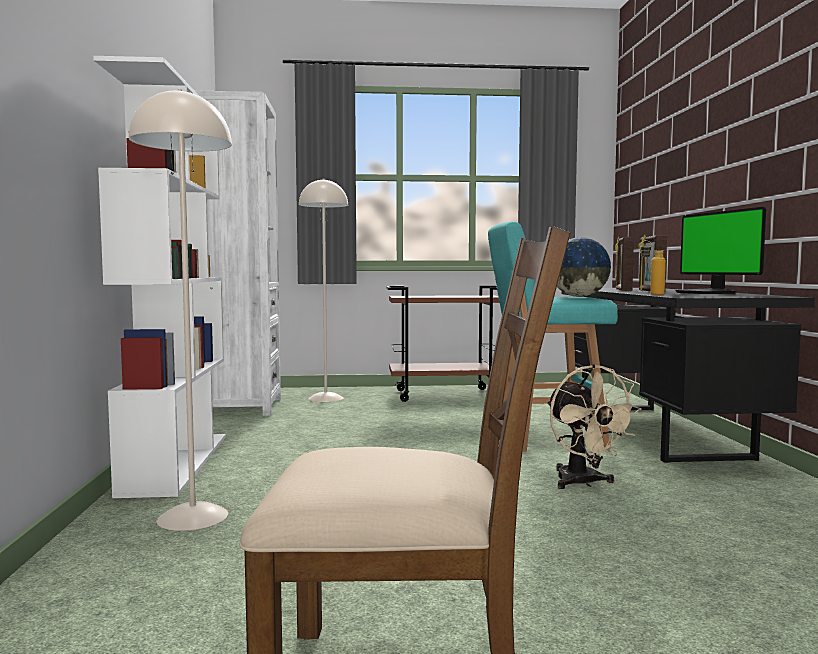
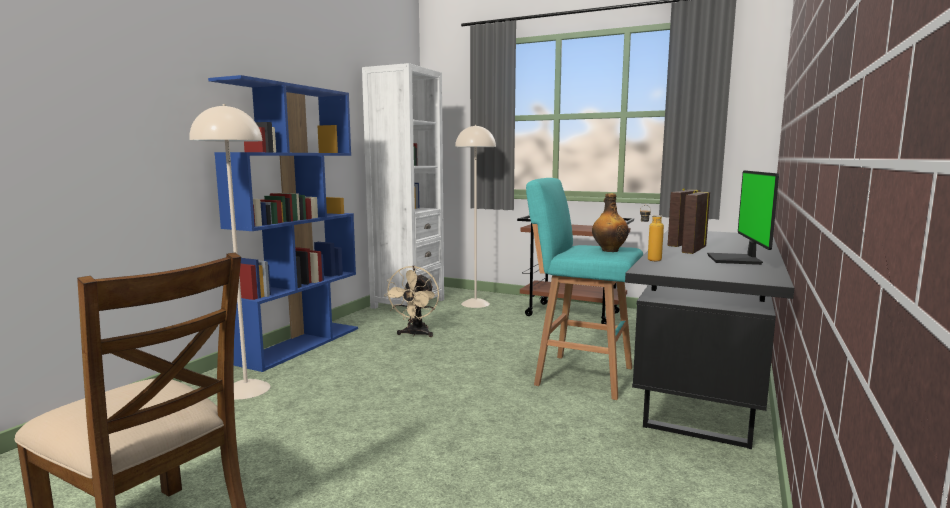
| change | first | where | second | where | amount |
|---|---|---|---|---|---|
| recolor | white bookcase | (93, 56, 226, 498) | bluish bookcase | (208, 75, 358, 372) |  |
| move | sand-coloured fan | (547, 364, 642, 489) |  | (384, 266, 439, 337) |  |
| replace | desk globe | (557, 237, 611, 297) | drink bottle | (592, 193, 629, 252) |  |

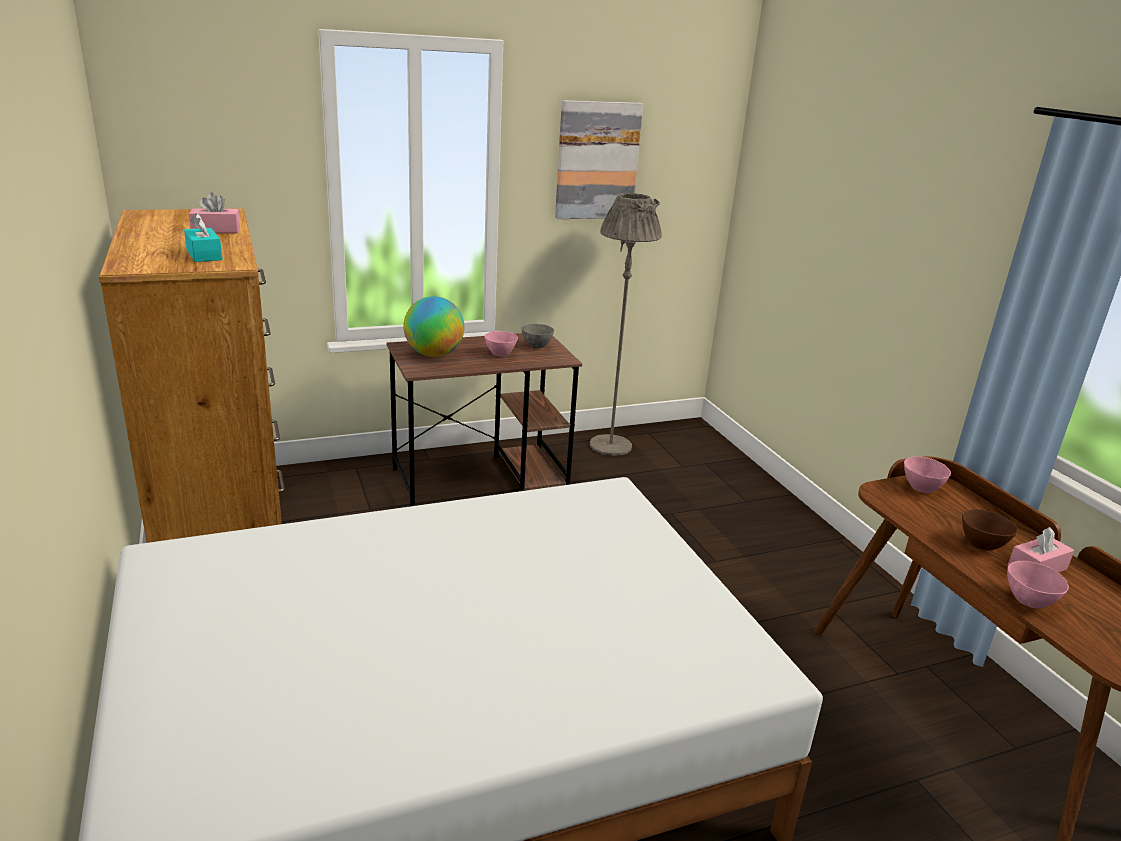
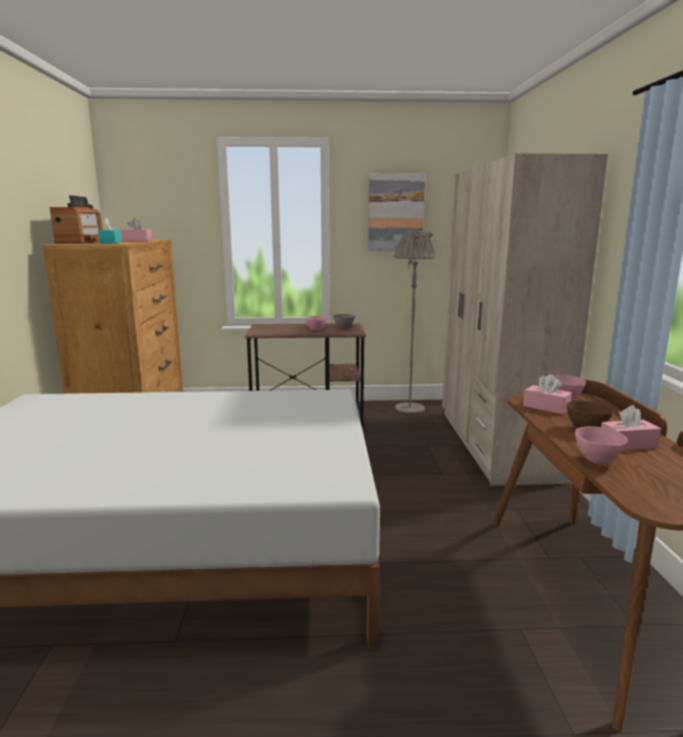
| change | first | where | second | where | amount |
|---|---|---|---|---|---|
| delete | desk globe | (404, 296, 464, 357) |  |  |  |
| insert |  |  | radio | (50, 195, 103, 244) |  |
| insert |  |  | sand-coloured armoire | (442, 153, 608, 486) |  |
| insert |  |  | pink box of tissues | (523, 374, 572, 414) |  |

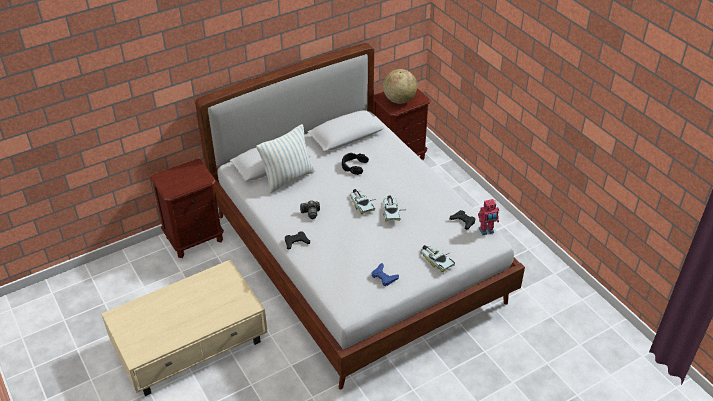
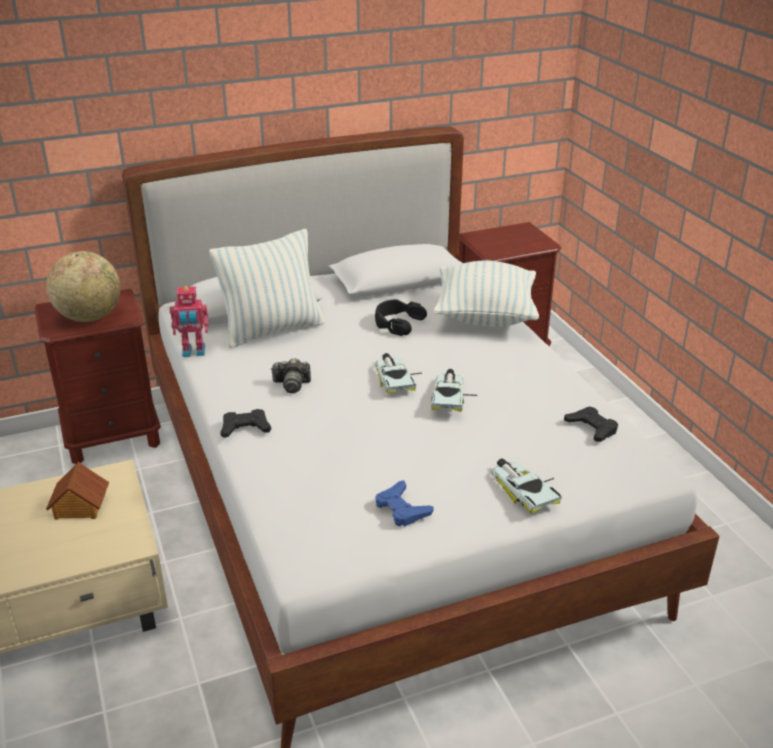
| change | first | where | second | where | amount |
|---|---|---|---|---|---|
| move | desk globe | (383, 69, 417, 104) |  | (46, 251, 120, 322) |  |
| move | toy robot | (478, 199, 499, 235) |  | (170, 286, 209, 357) |  |
| insert |  |  | model house | (46, 462, 109, 520) |  |
| insert |  |  | throw pillow | (433, 261, 539, 327) |  |

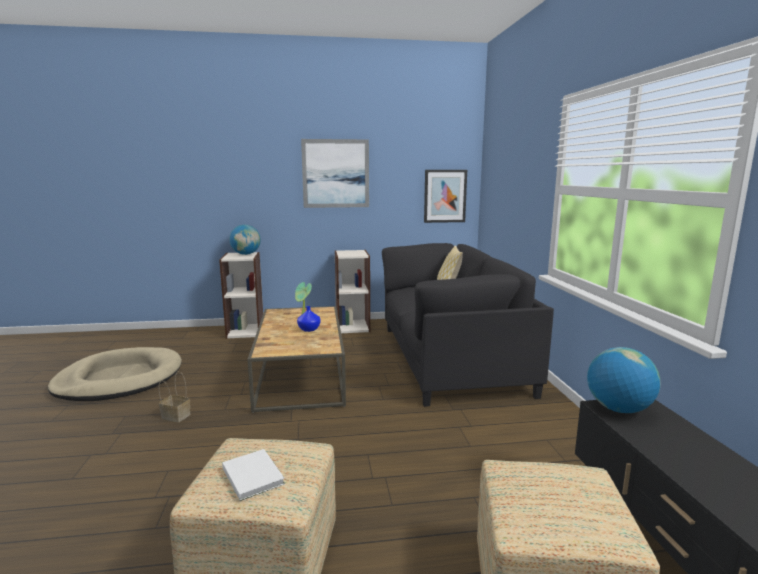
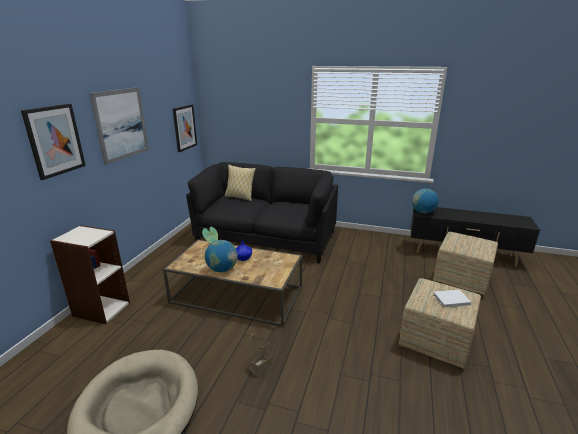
| change | first | where | second | where | amount |
|---|---|---|---|---|---|
| move | desk globe | (229, 225, 261, 255) |  | (205, 240, 238, 272) |  |
| delete | bookcase | (335, 250, 370, 333) |  |  |  |
| insert |  |  | wall art | (21, 104, 86, 180) |  |

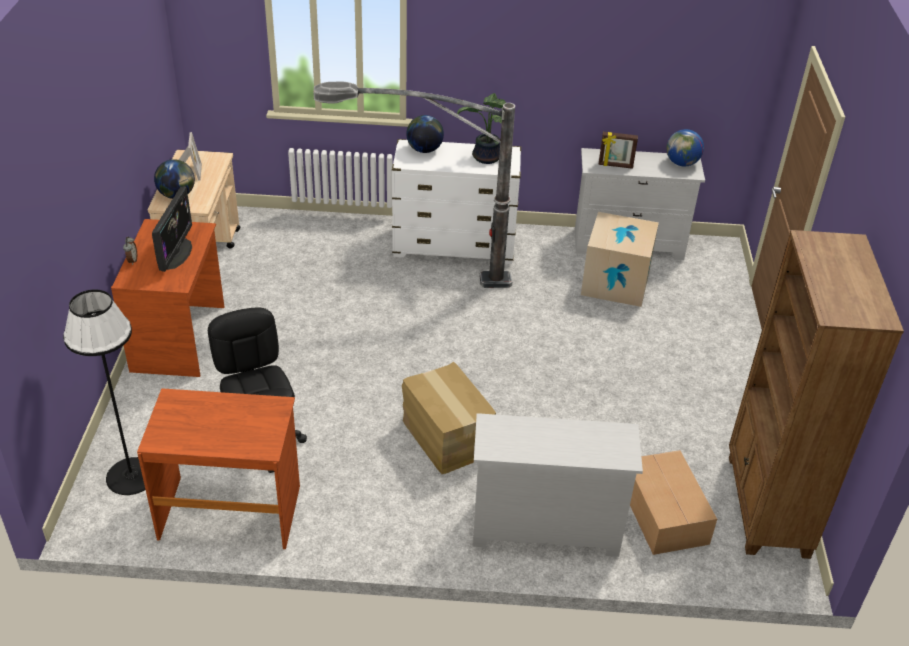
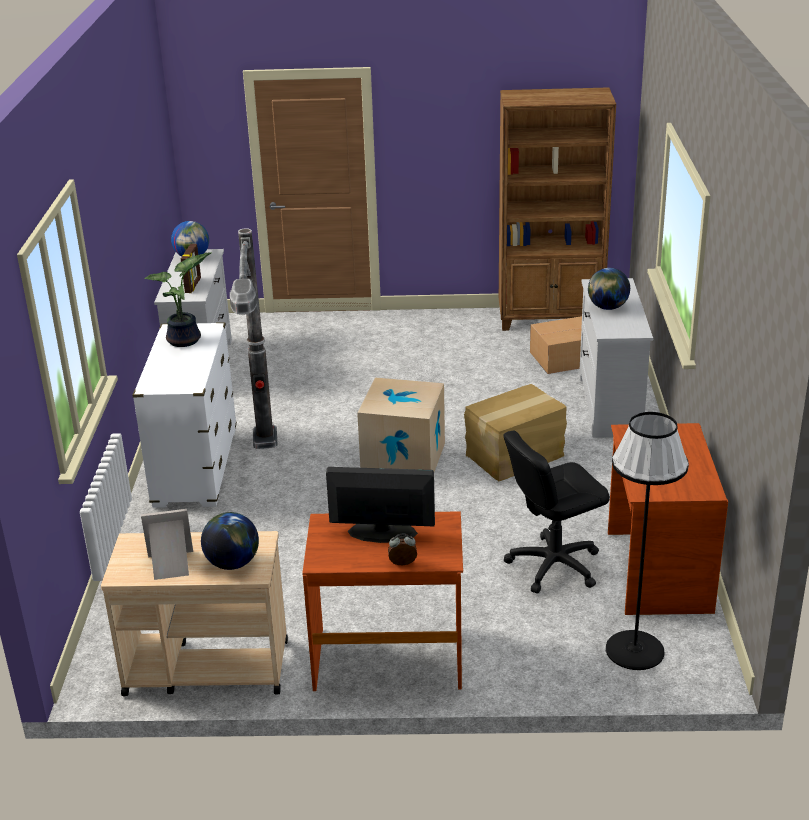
| change | first | where | second | where | amount |
|---|---|---|---|---|---|
| move | desk globe | (406, 115, 444, 153) |  | (588, 268, 630, 310) |  |
| move | carton | (581, 212, 659, 307) |  | (357, 378, 445, 472) |  |

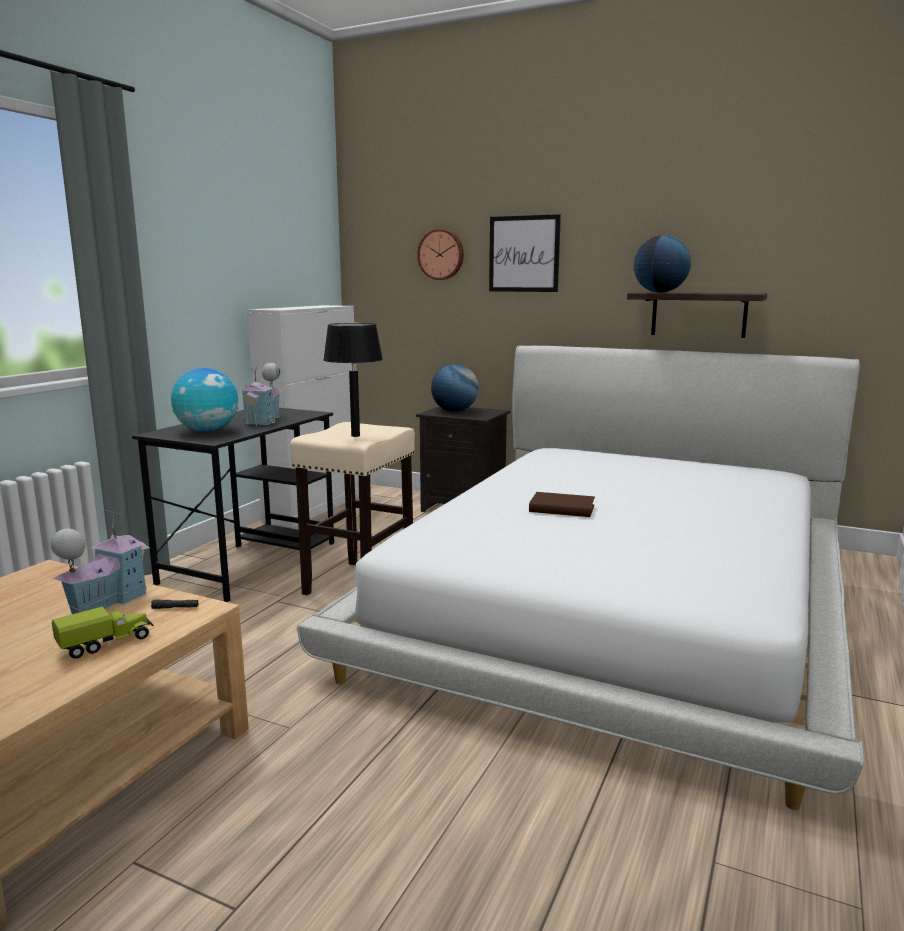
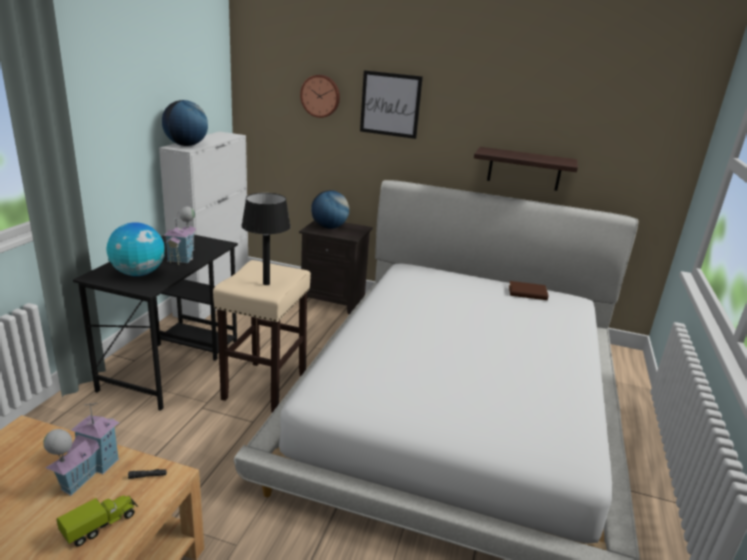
| change | first | where | second | where | amount |
|---|---|---|---|---|---|
| move | brown-coloured book | (529, 492, 595, 517) |  | (509, 281, 549, 300) |  |
| move | desk globe | (634, 235, 691, 293) |  | (162, 100, 208, 146) |  |

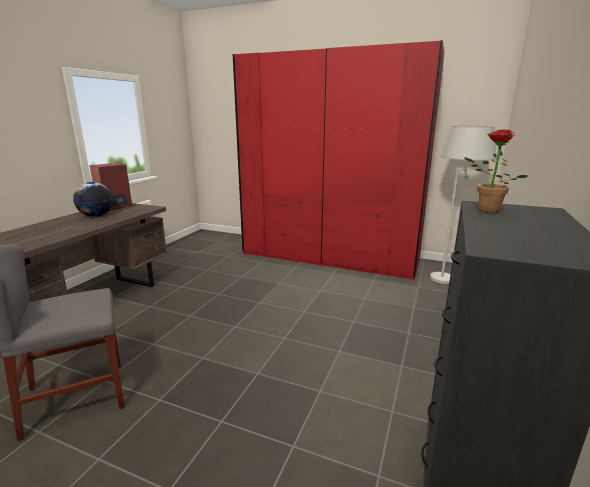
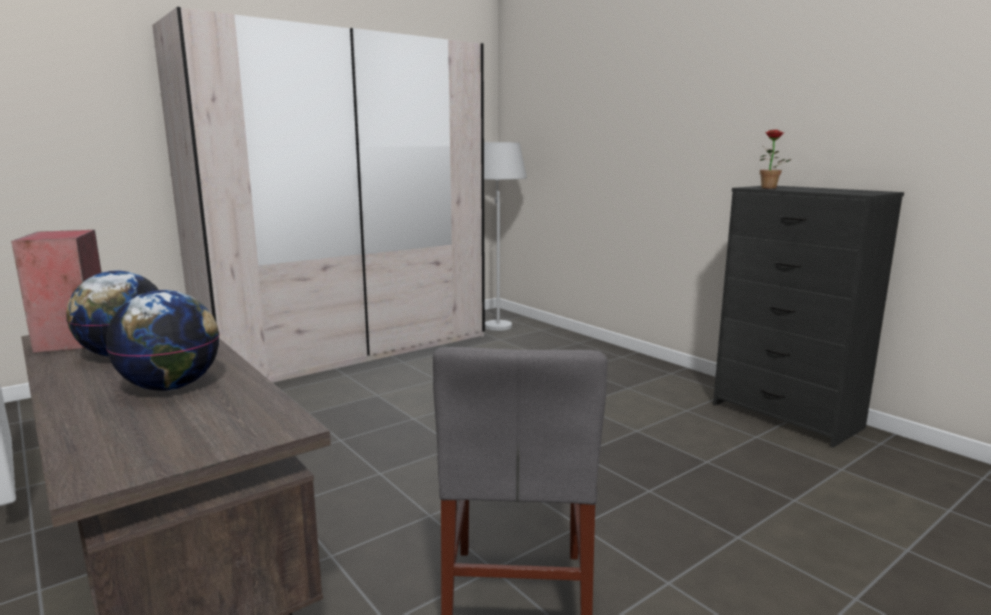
| change | first | where | second | where | amount |
|---|---|---|---|---|---|
| recolor | red-coloured armoire | (233, 40, 445, 280) | sand-coloured armoire | (152, 7, 485, 383) |  |
| insert |  |  | desk globe | (106, 290, 219, 391) |  |

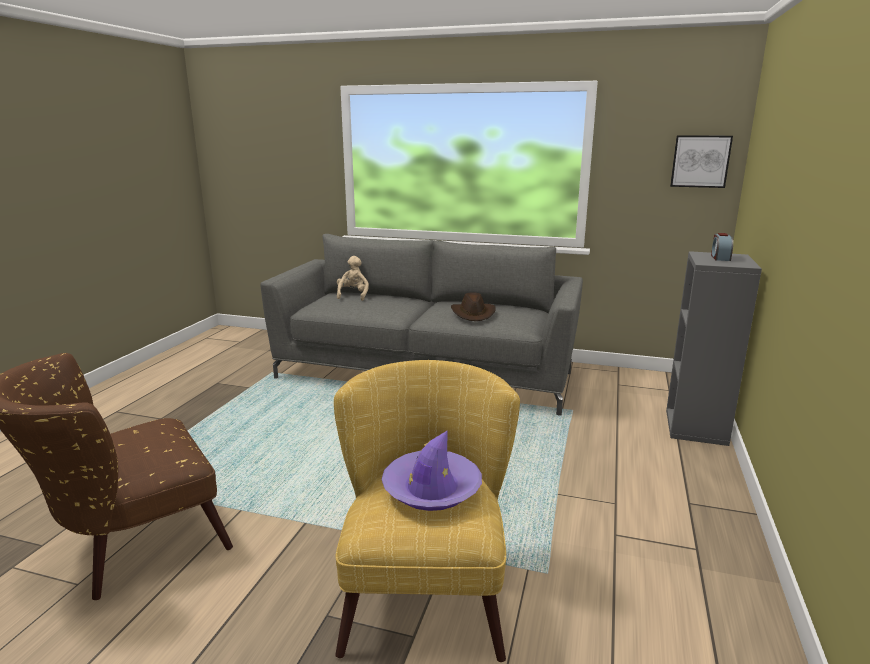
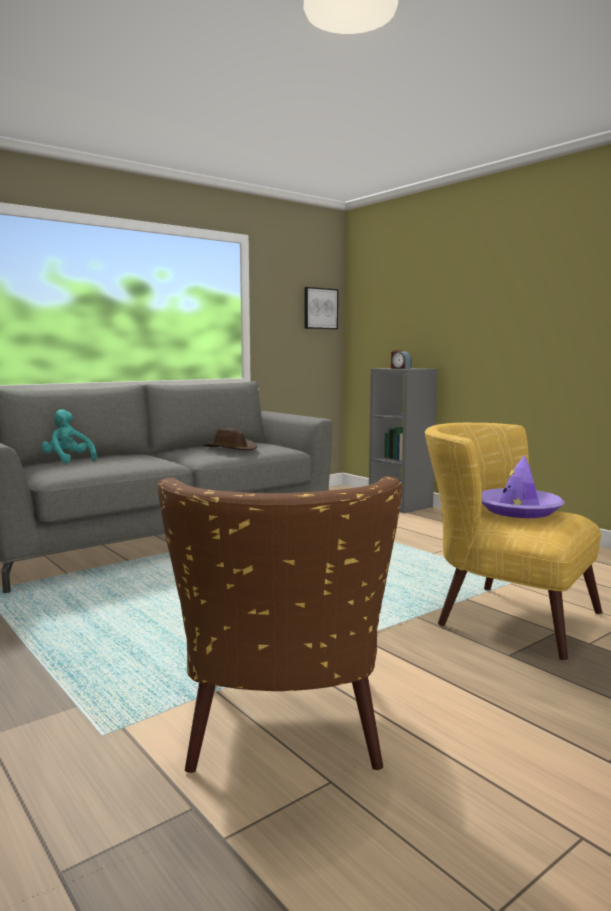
| change | first | where | second | where | amount |
|---|---|---|---|---|---|
| recolor | sand-coloured soft toy | (337, 256, 369, 301) | turquoise soft toy | (41, 409, 97, 463) |  |

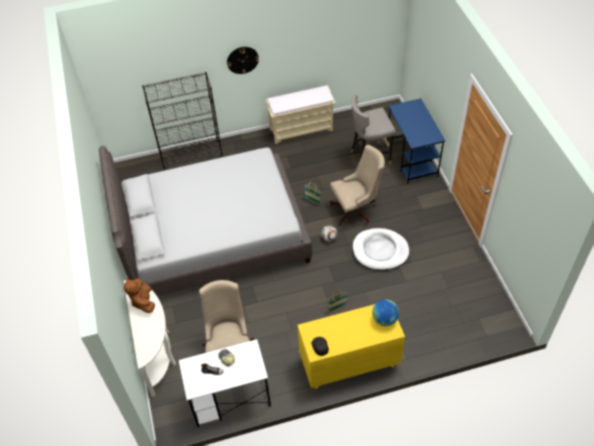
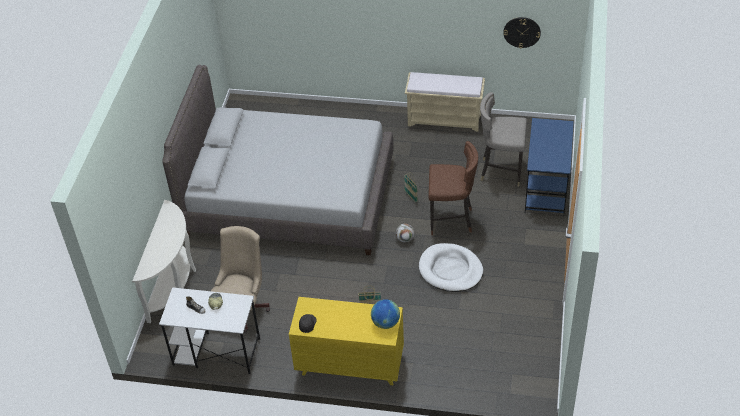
| change | first | where | second | where | amount |
|---|---|---|---|---|---|
| delete | brown-coloured soft toy | (124, 278, 155, 313) |  |  |  |
| delete | black-coloured bookcase | (142, 72, 223, 170) |  |  |  |
| move | clock on the wall | (227, 47, 259, 74) |  | (503, 17, 541, 48) |  |
| replace | sand-coloured computer chair | (330, 145, 385, 225) | brown-coloured stool seat | (428, 141, 478, 235) |  |

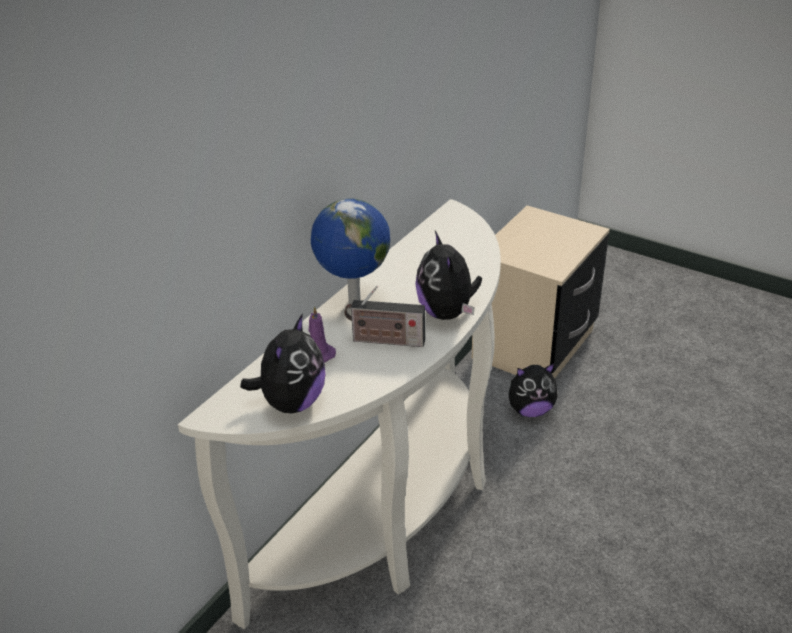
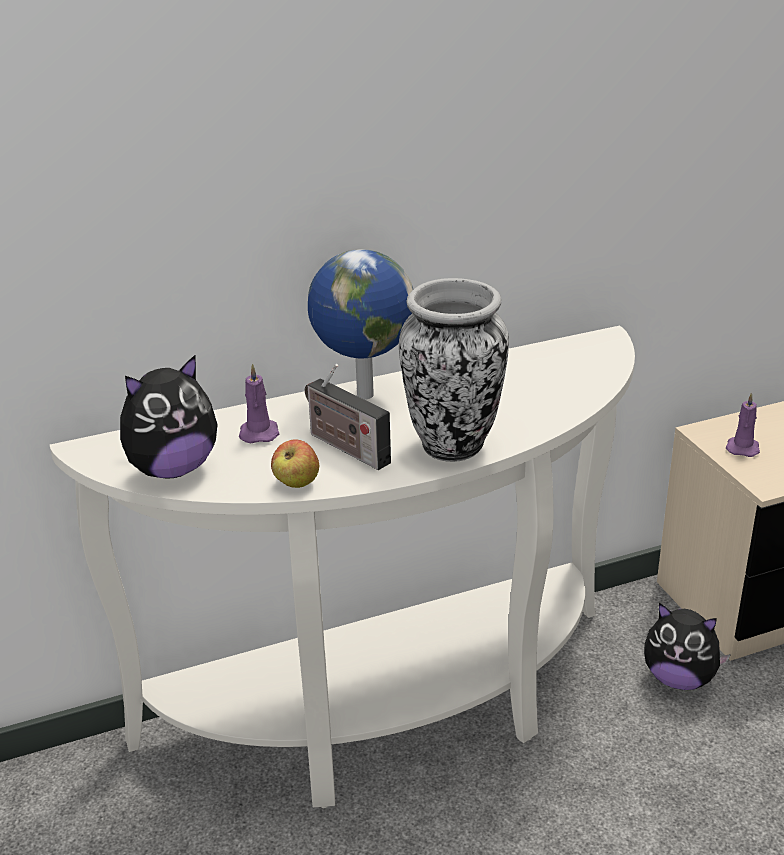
| change | first | where | second | where | amount |
|---|---|---|---|---|---|
| replace | soft toy | (415, 231, 482, 320) | decorative vase | (399, 278, 509, 462) |  |
| insert |  |  | apple fruit | (271, 439, 319, 488) |  |
| insert |  |  | purple-coloured wax candle | (726, 392, 760, 457) |  |

